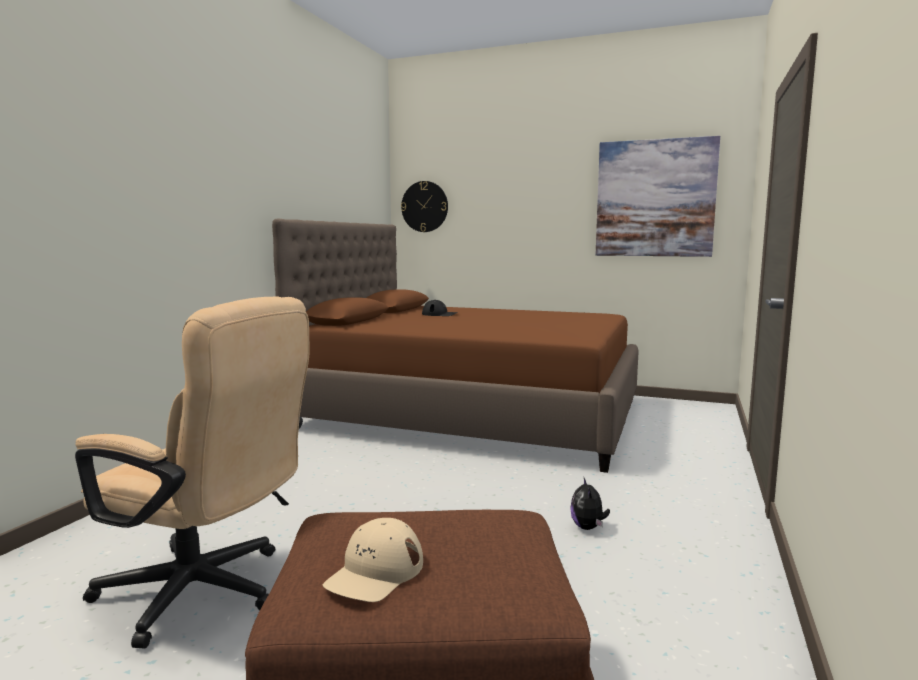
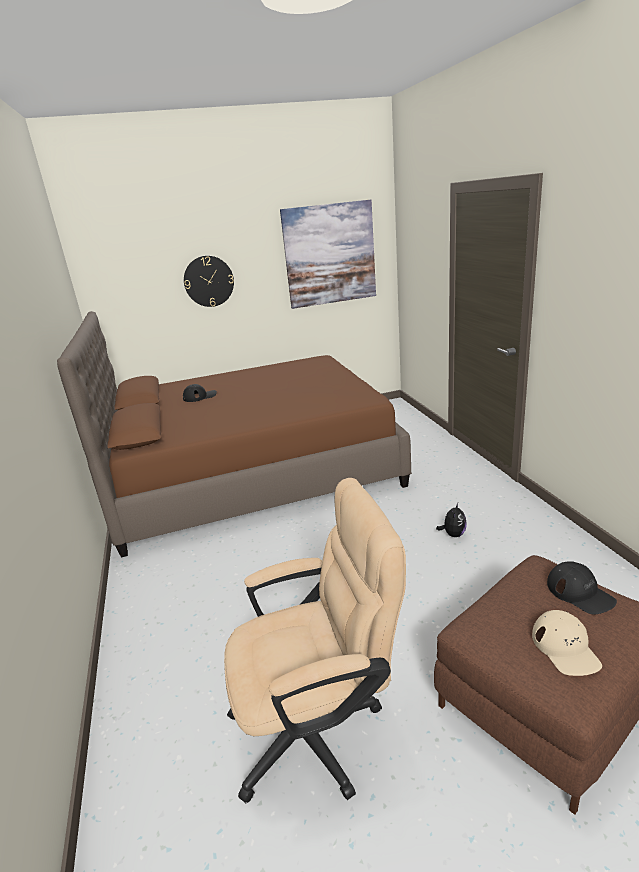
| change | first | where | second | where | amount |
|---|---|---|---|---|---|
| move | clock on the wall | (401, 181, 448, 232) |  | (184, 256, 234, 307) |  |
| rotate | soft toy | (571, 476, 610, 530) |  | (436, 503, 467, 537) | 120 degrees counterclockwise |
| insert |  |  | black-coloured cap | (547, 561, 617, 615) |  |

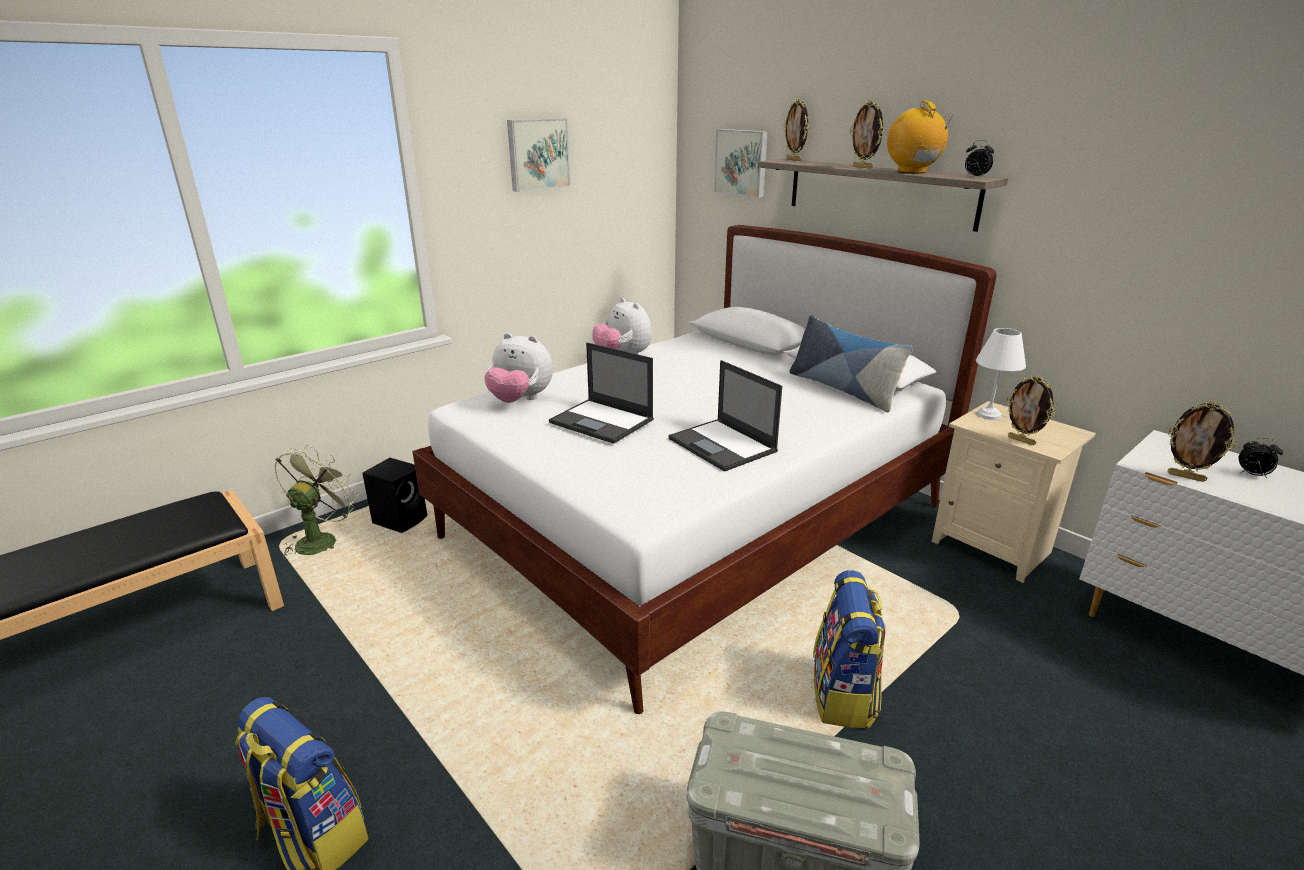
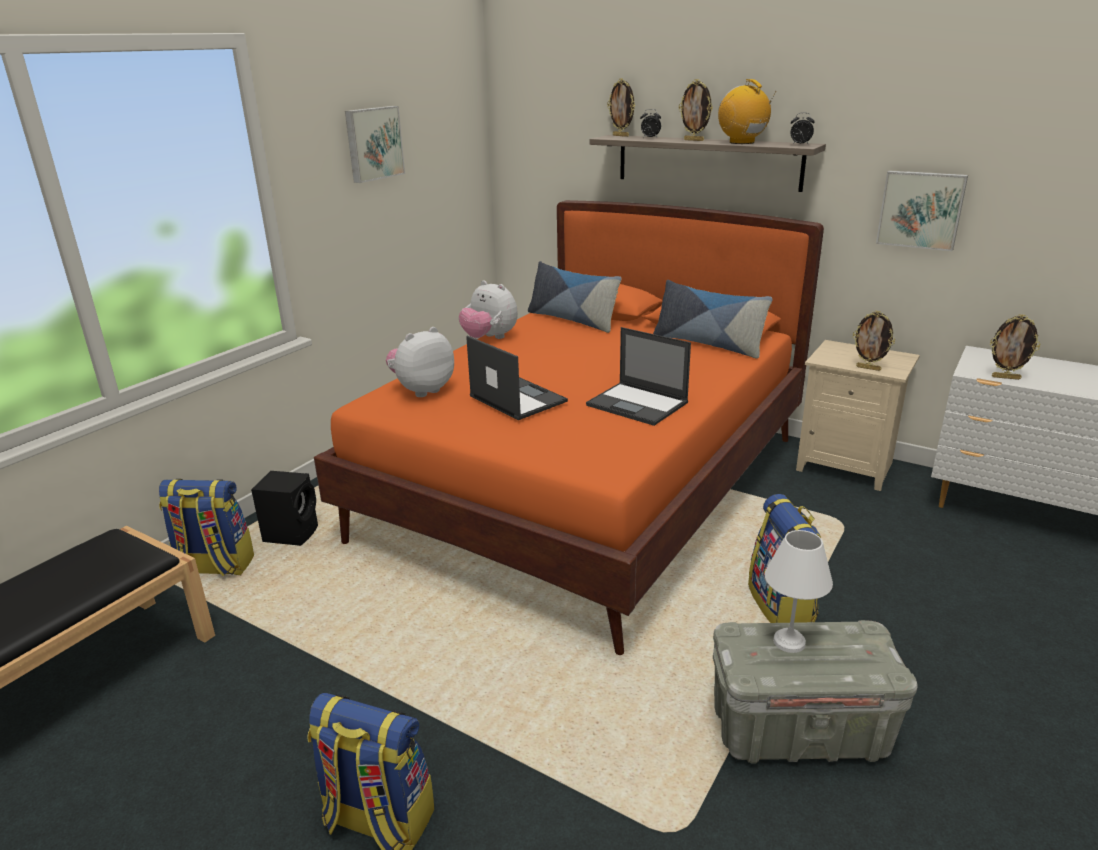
| change | first | where | second | where | amount |
|---|---|---|---|---|---|
| replace | green-coloured fan | (275, 445, 359, 560) | backpack | (159, 479, 254, 576) |  |
| recolor | white bed | (412, 225, 996, 714) | orangey bed | (314, 200, 824, 655) |  |
| rotate | soft toy | (484, 333, 553, 403) |  | (386, 327, 454, 397) | 135 degrees clockwise |
| rotate | portable computer | (549, 342, 654, 444) |  | (466, 335, 568, 420) | 150 degrees counterclockwise |
| move | wall art | (714, 129, 768, 198) |  | (876, 171, 968, 251) |  |
| move | white lamp for a table | (976, 328, 1026, 420) |  | (765, 530, 833, 653) |  |
| move | bedside clock | (1239, 438, 1283, 478) |  | (640, 109, 661, 138) |  |
| insert |  |  | throw pillow | (528, 261, 621, 333) |  |

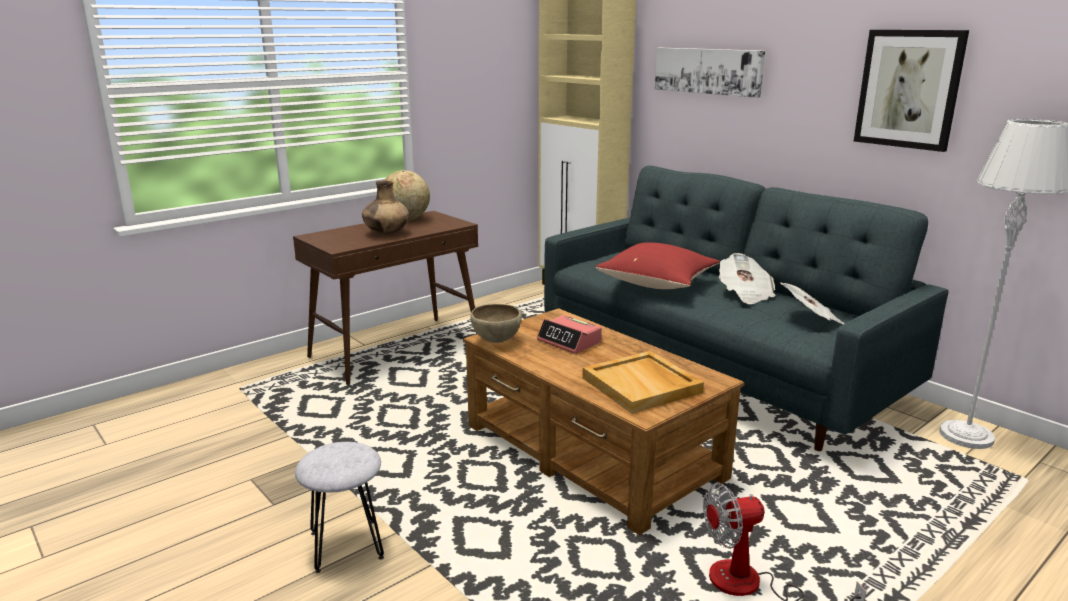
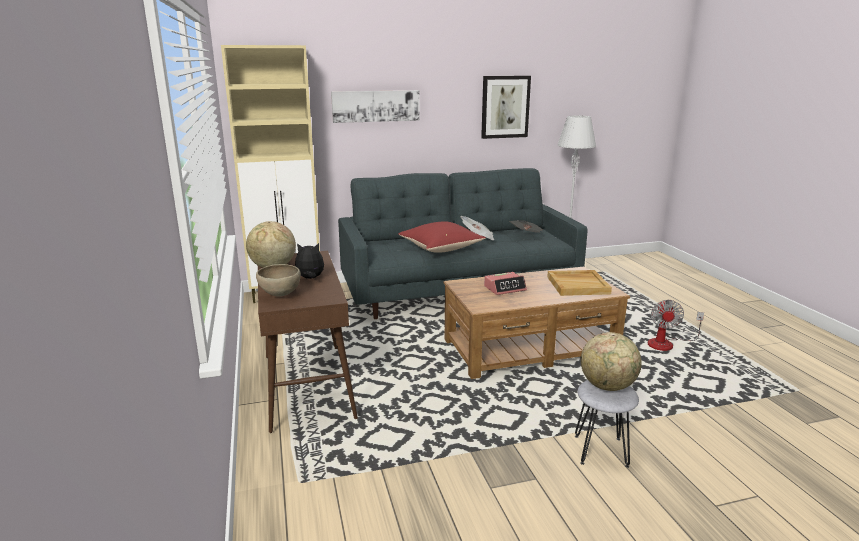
| change | first | where | second | where | amount |
|---|---|---|---|---|---|
| replace | brown-coloured decorative vase | (362, 181, 409, 234) | soft toy | (295, 243, 324, 279) |  |
| move | brown-coloured deep dish | (470, 304, 522, 343) |  | (256, 264, 301, 297) |  |
| insert |  |  | desk globe | (581, 332, 642, 391) |  |

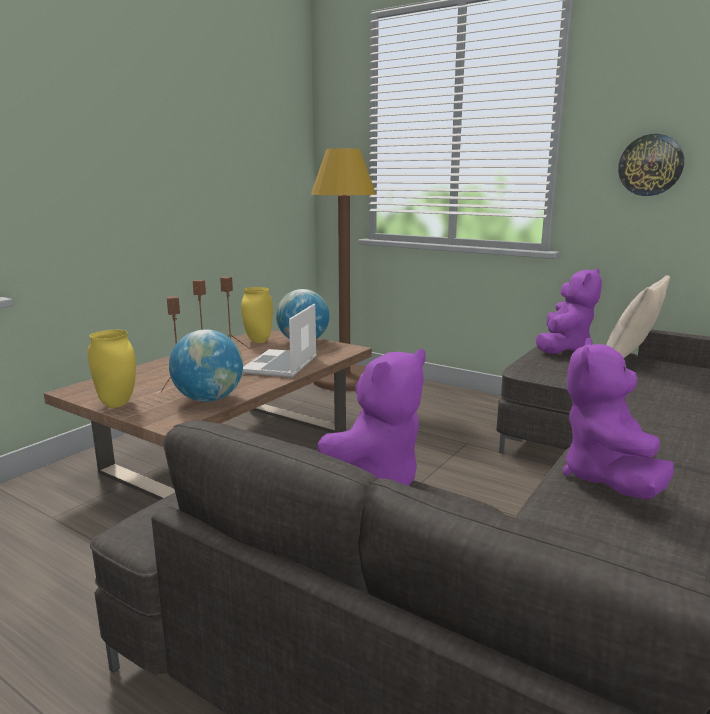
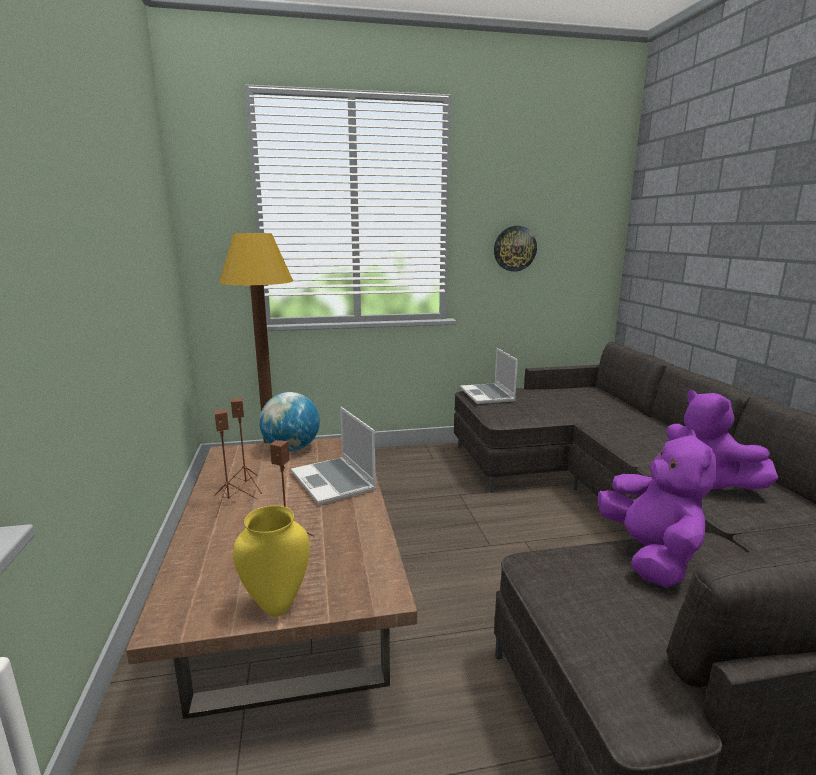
| change | first | where | second | where | amount |
|---|---|---|---|---|---|
| delete | desk globe | (169, 329, 243, 402) |  |  |  |
| delete | yellow-coloured decorative vase | (241, 287, 273, 343) |  |  |  |
| replace | purple-coloured soft toy | (536, 268, 602, 354) | portable computer | (460, 348, 518, 404) |  |
| delete | sand-coloured throw pillow | (606, 275, 670, 358) |  |  |  |

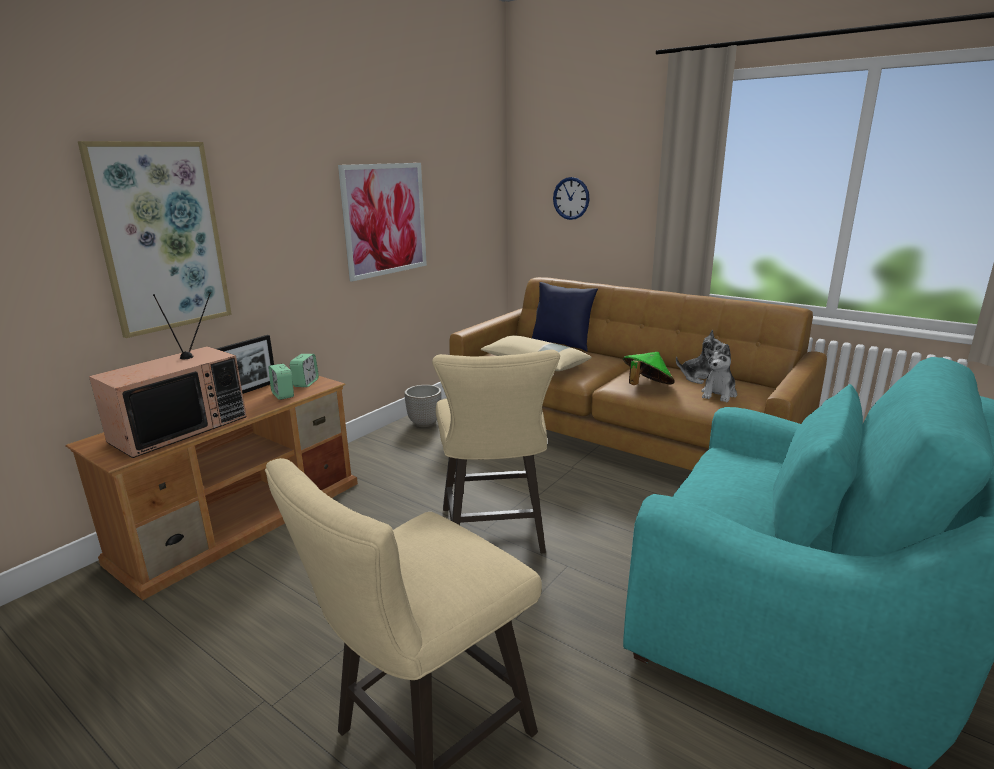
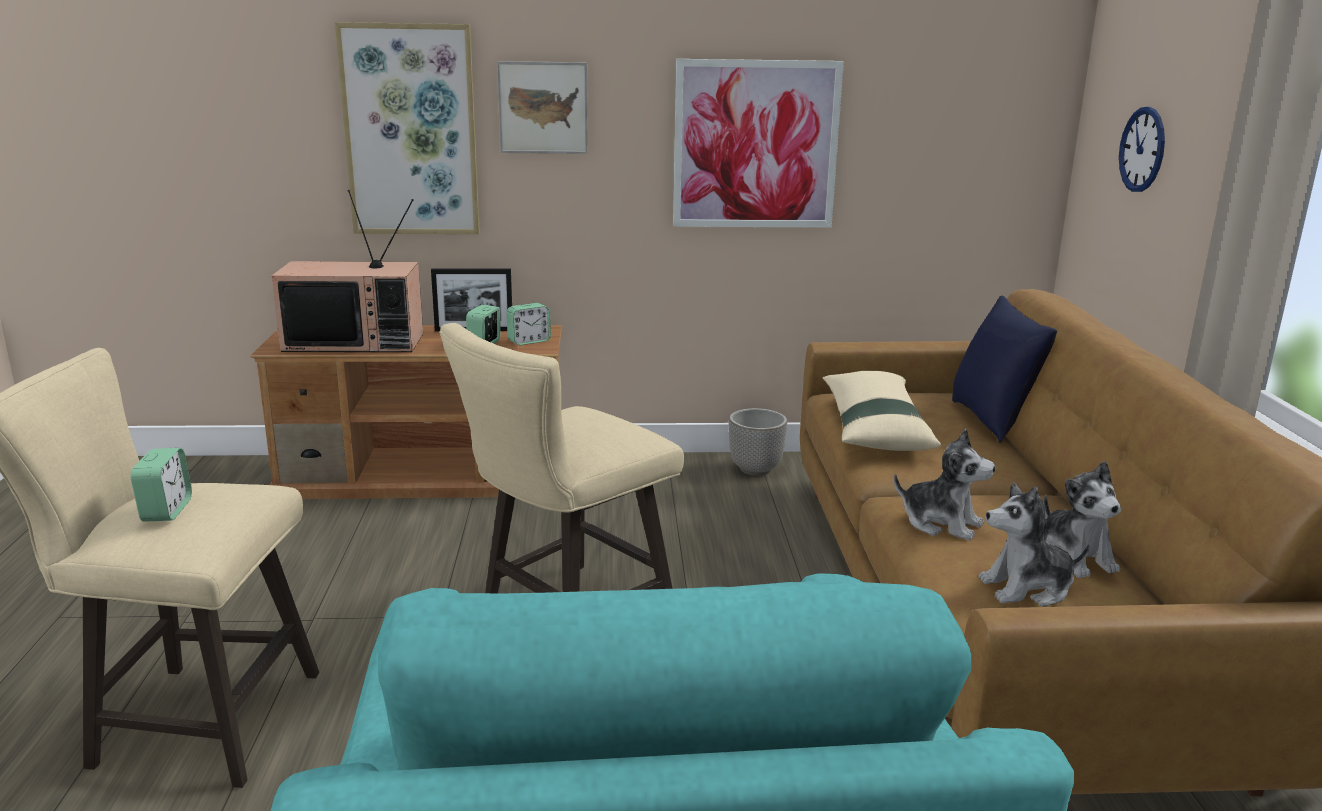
| change | first | where | second | where | amount |
|---|---|---|---|---|---|
| replace | green-coloured wearable hat | (623, 352, 675, 385) | soft toy | (894, 428, 995, 541) |  |
| insert |  |  | bedside clock | (130, 448, 192, 522) |  |
| insert |  |  | wall art | (497, 61, 588, 154) |  |

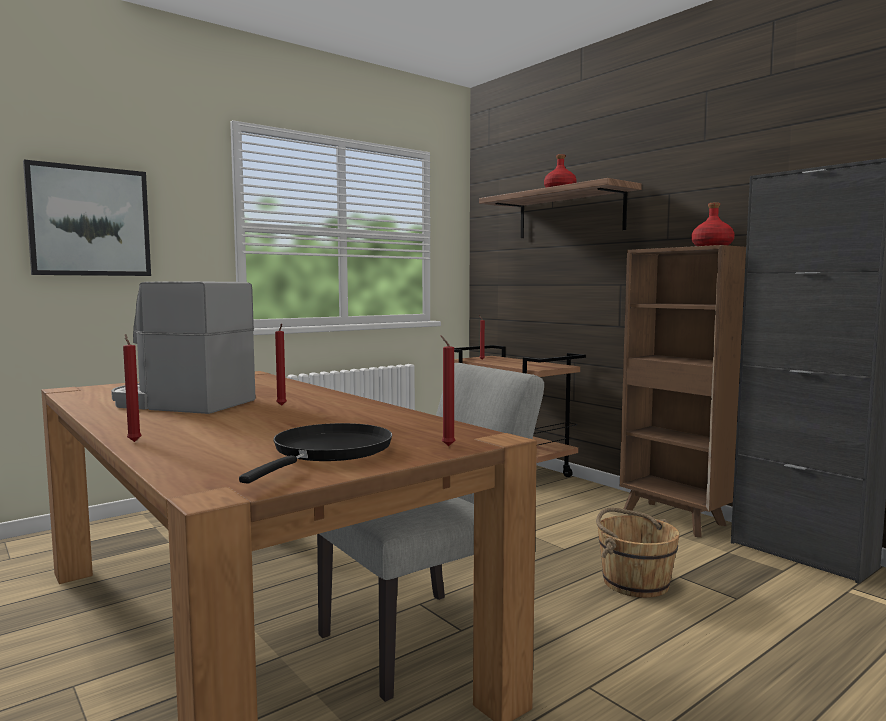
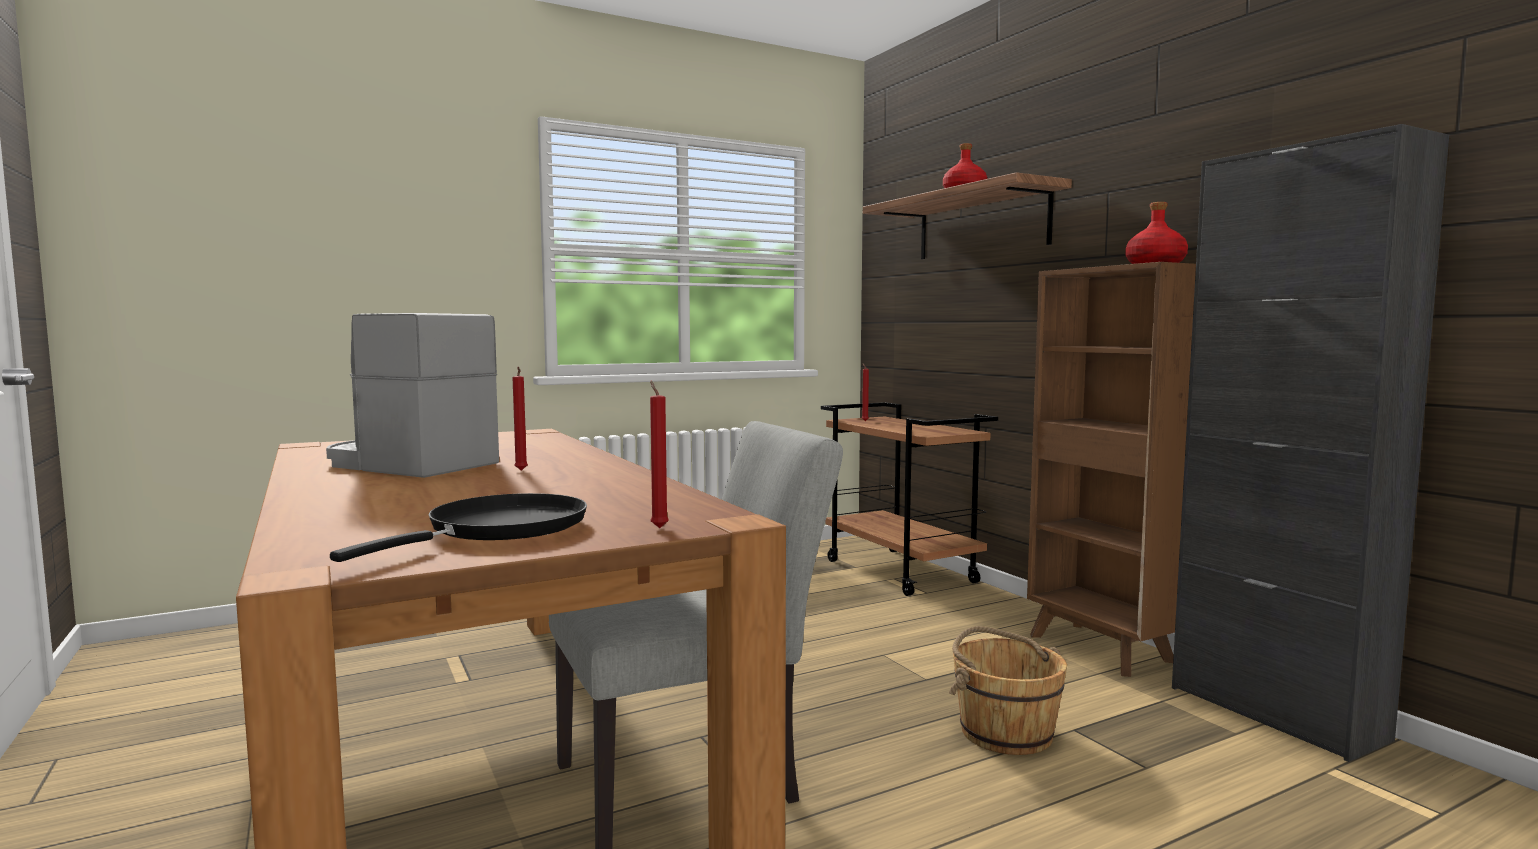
| change | first | where | second | where | amount |
|---|---|---|---|---|---|
| delete | wall art | (23, 160, 151, 276) |  |  |  |
| delete | red-coloured wax candle | (123, 334, 142, 442) |  |  |  |

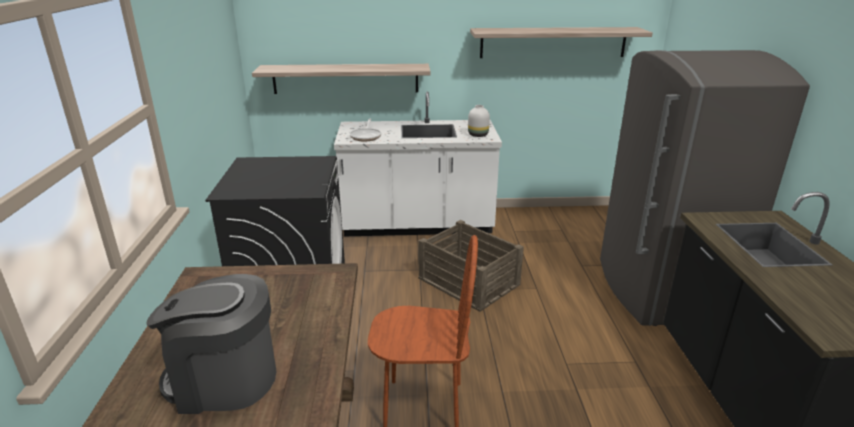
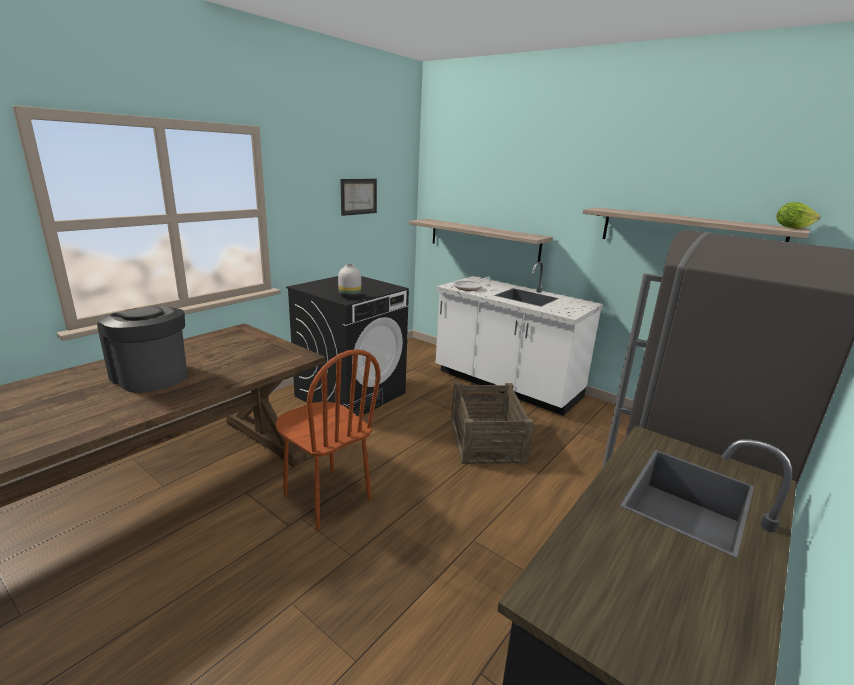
| change | first | where | second | where | amount |
|---|---|---|---|---|---|
| move | white decorative vase | (468, 105, 490, 137) |  | (338, 264, 362, 298) |  |
| insert |  |  | wall art | (340, 179, 377, 216) |  |
| insert |  |  | lettuce | (776, 202, 821, 229) |  |

